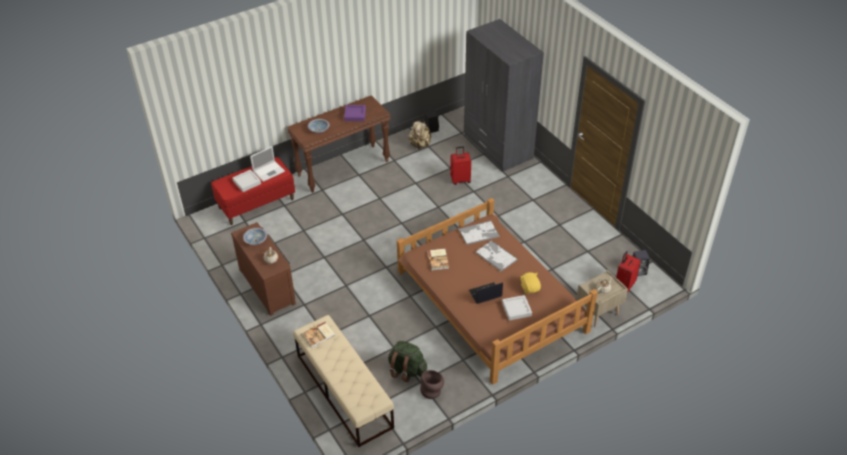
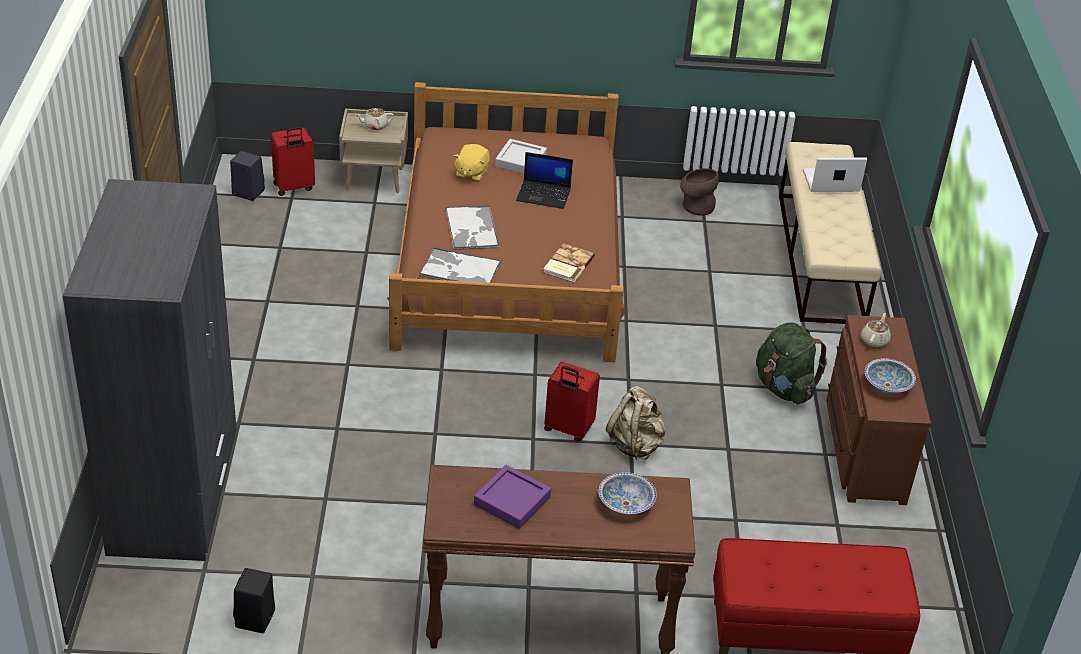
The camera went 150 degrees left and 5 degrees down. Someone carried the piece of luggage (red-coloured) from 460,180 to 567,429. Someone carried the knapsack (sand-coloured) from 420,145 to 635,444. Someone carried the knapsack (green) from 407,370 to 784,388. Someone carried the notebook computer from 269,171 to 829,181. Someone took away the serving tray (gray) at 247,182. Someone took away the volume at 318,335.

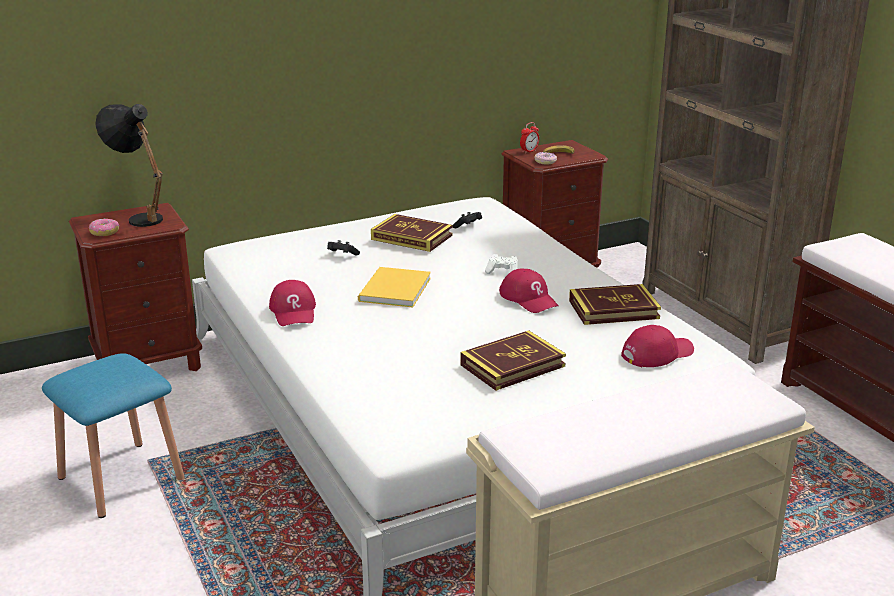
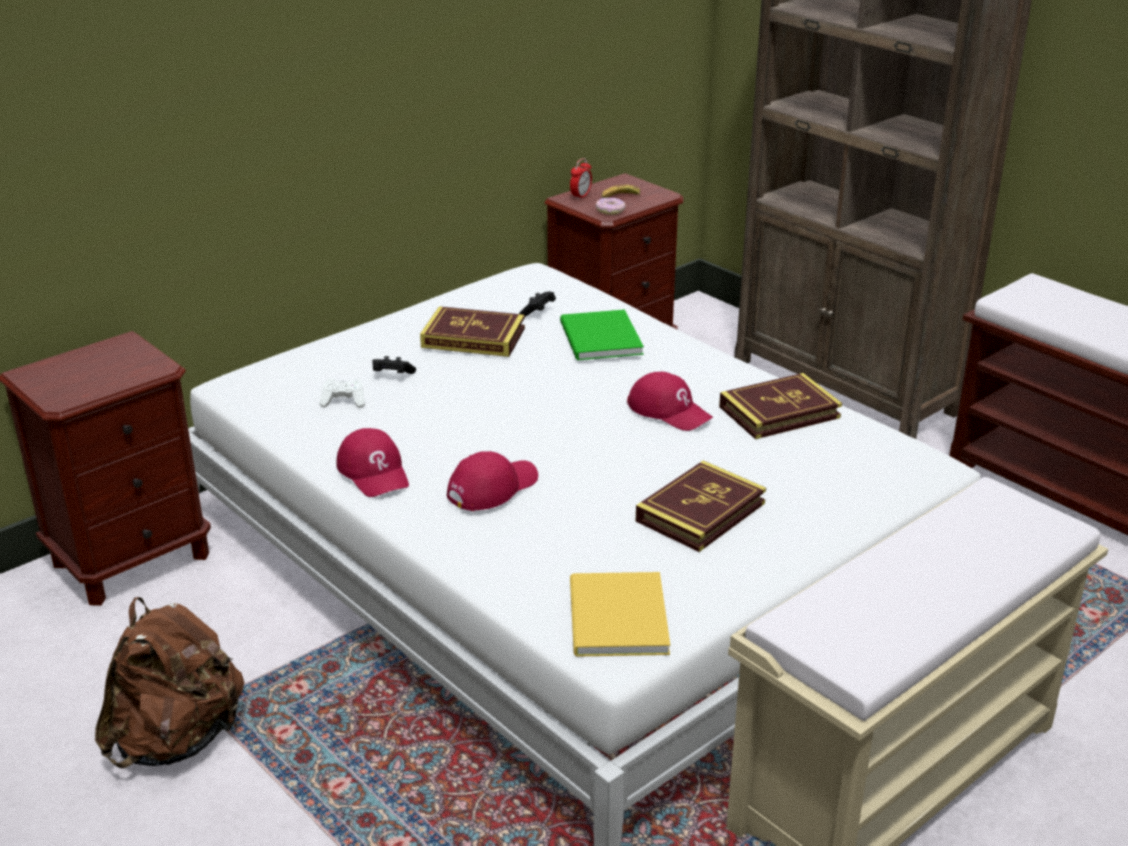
The camera went 15 degrees left and 5 degrees up. Someone swapped the stool (blue-coloured) at 121,478 for the knapsack (brownish) at 177,740. Someone carried the gamepad (white-coloured) from 503,272 to 344,402. Someone carried the cap (red-coloured) from 657,353 to 492,487. Someone put down the volume (green) at 599,339. Someone carried the volume (yellow-coloured) from 392,290 to 615,620. Someone took away the donut at 105,232. Someone took away the lamp for a table (blackish) at 140,217.

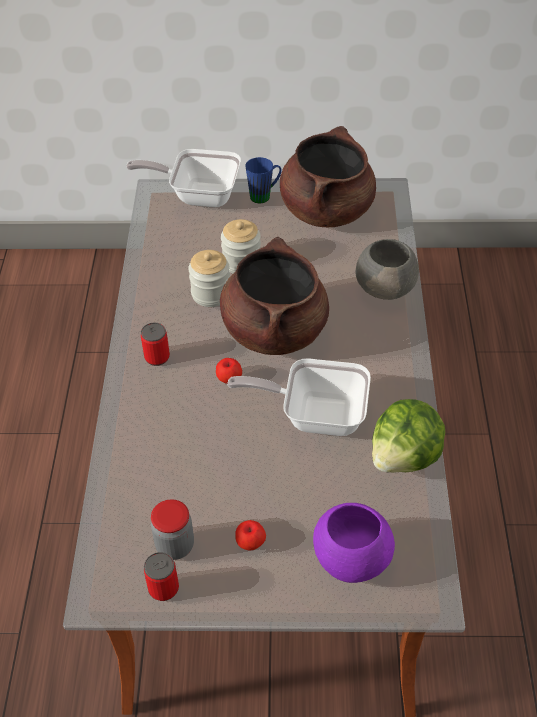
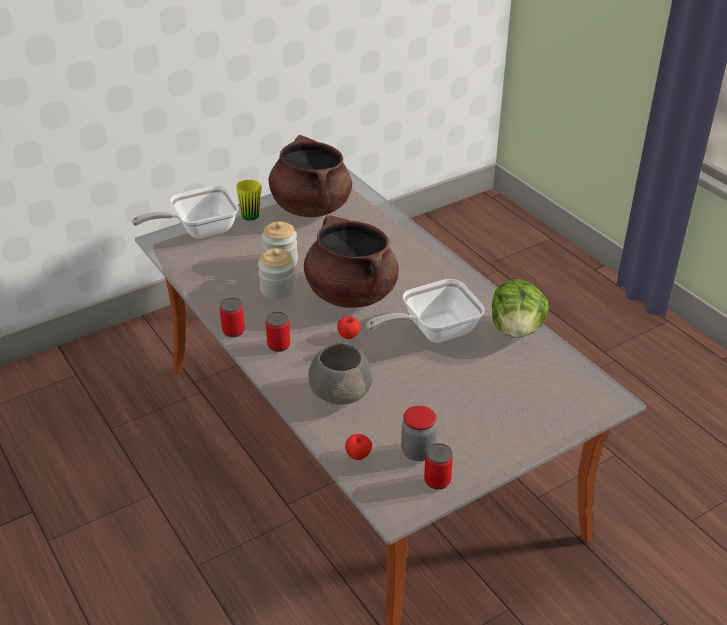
The camera went 35 degrees left and 10 degrees down. Someone put down the sealed can at 233,331. Someone repainted the coffee mug (blue-coloured) at 265,195, which became the coffee mug (yellow-coloured) at 253,213. Someone carried the bowl (gray) from 386,287 to 341,392. Someone carried the apple from 250,543 to 358,455. Someone took away the bowl (purple-coloured) at 350,557.

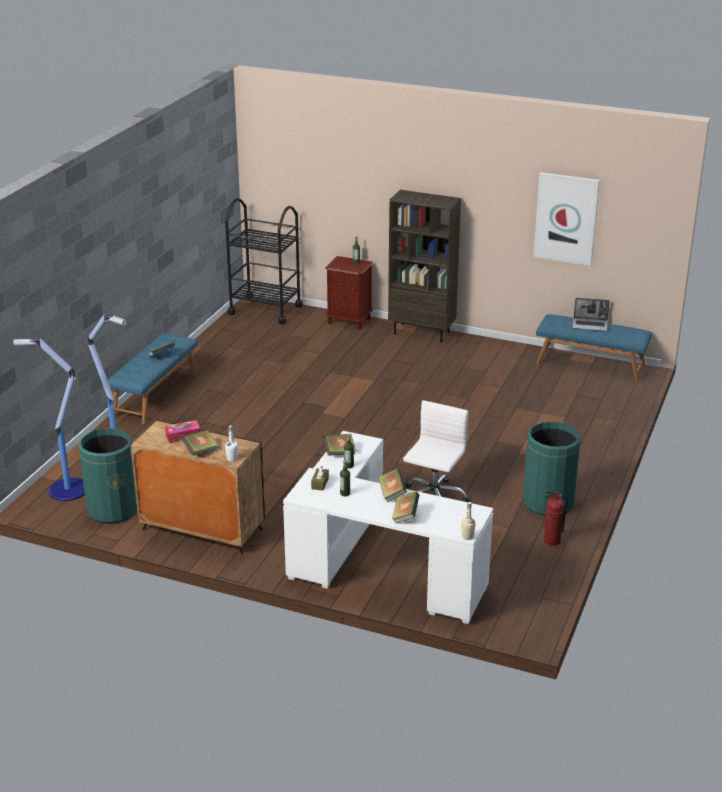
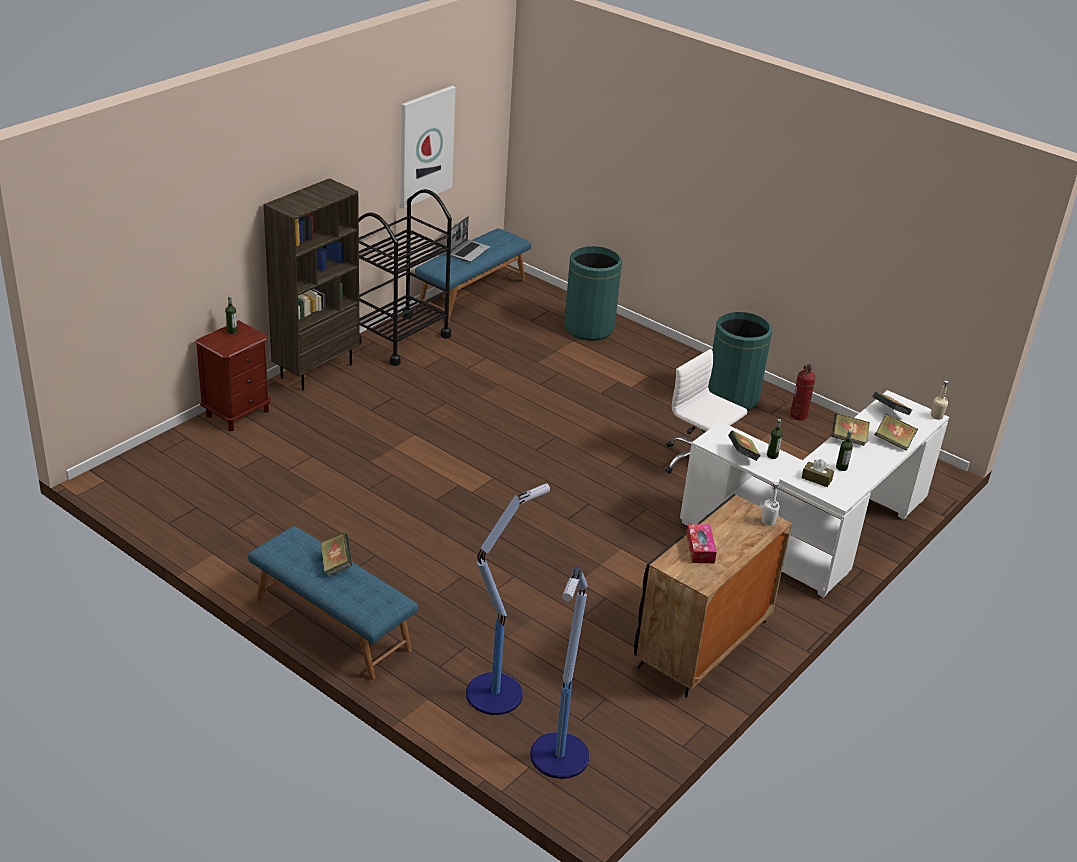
The camera went 75 degrees left and 5 degrees up. Someone carried the trolley (blackish) from 265,310 to 401,339. Someone carried the waste bin (green) from 113,509 to 588,328. Someone carried the volume from 200,451 to 889,413.

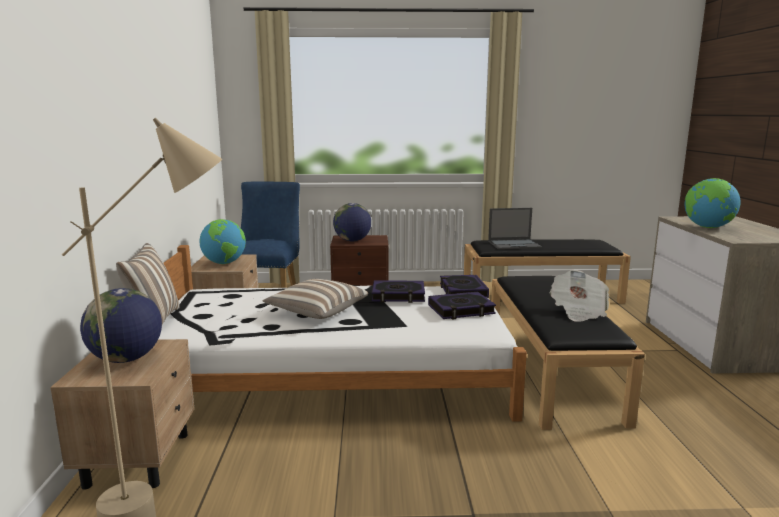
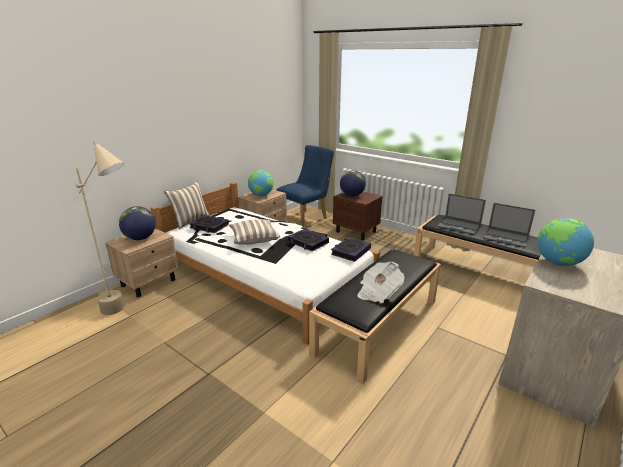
The camera went 40 degrees right and 10 degrees up. Someone carried the volume from 461,310 to 209,226. Someone put down the notebook computer at 506,237.

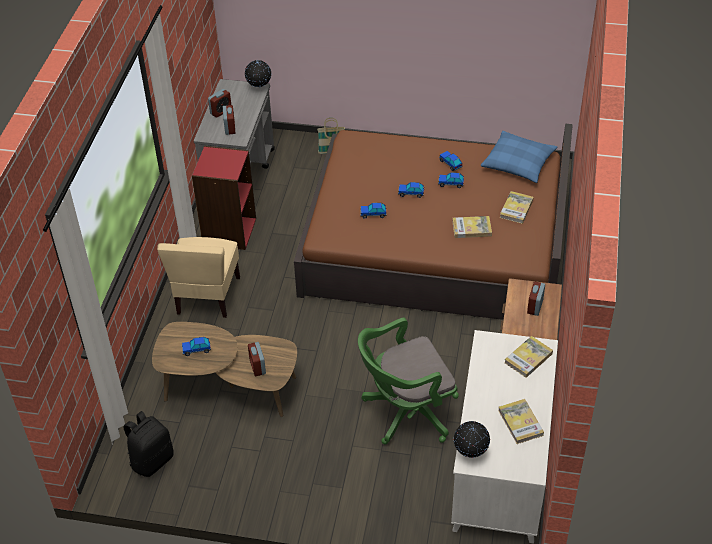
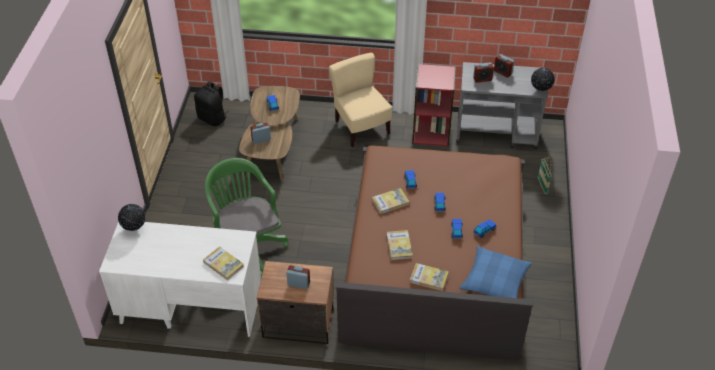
The camera went 85 degrees right and 0 degrees up. Someone rotated the upright chair (sand-coloured) at 207,296 by 60 degrees clockwise. Someone carried the volume from 520,423 to 390,202.

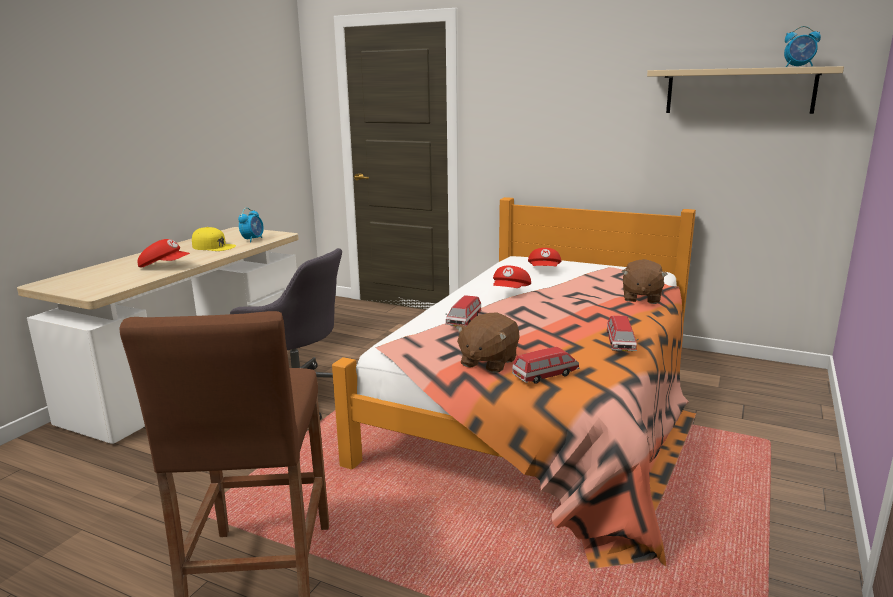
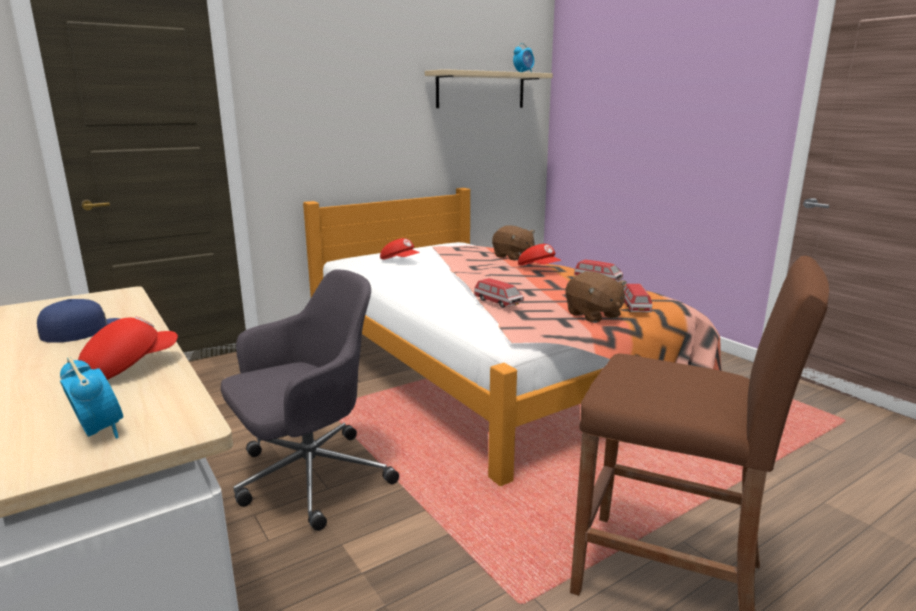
The camera went 60 degrees left and 0 degrees up. Someone repainted the cap (yellow-coloured) at 213,246, which became the cap (blue-coloured) at 85,330. Someone carried the bedside clock from 253,239 to 99,431. Someone carried the cap (red-coloured) from 511,291 to 539,268.

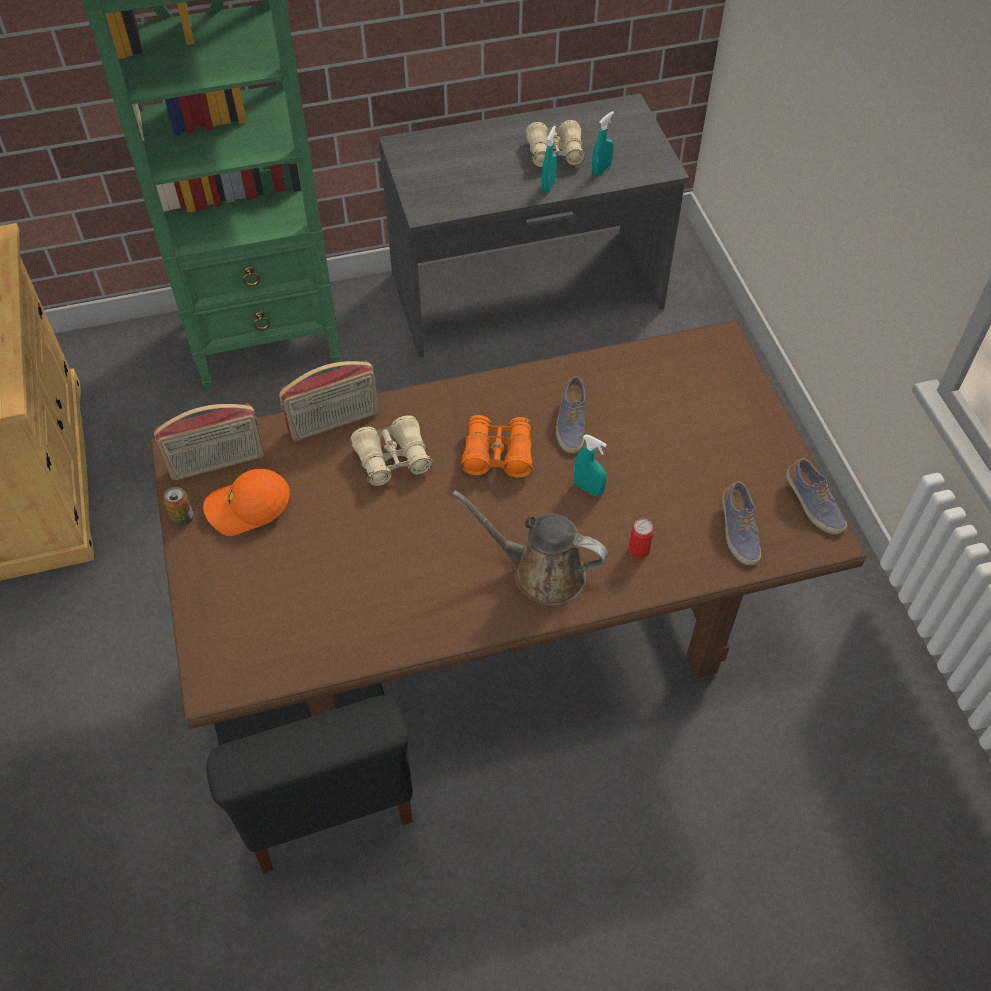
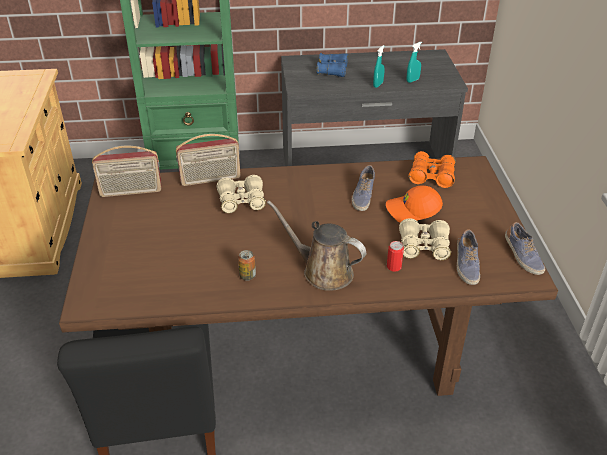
The camera went 10 degrees right and 15 degrees down. Someone carried the sealed can from 182,517 to 247,276. Someone put down the binoculars (blue-coloured) at 332,70. Someone carried the cap (orangey) from 248,508 to 413,211. Someone carried the binoculars (sand-coloured) from 555,153 to 423,247. Someone carried the binoculars (orangey) from 498,455 to 432,176. Someone took away the hand sprayer (blue-green) at 588,488.

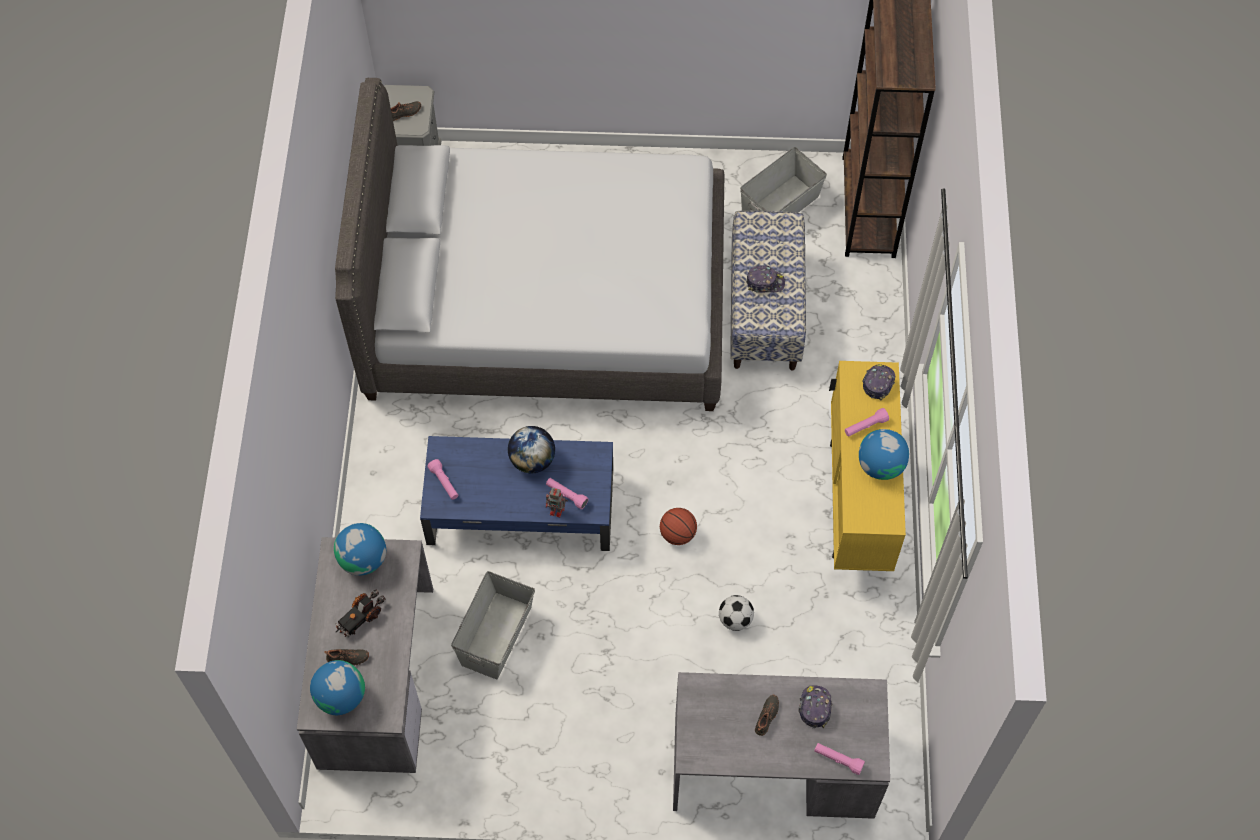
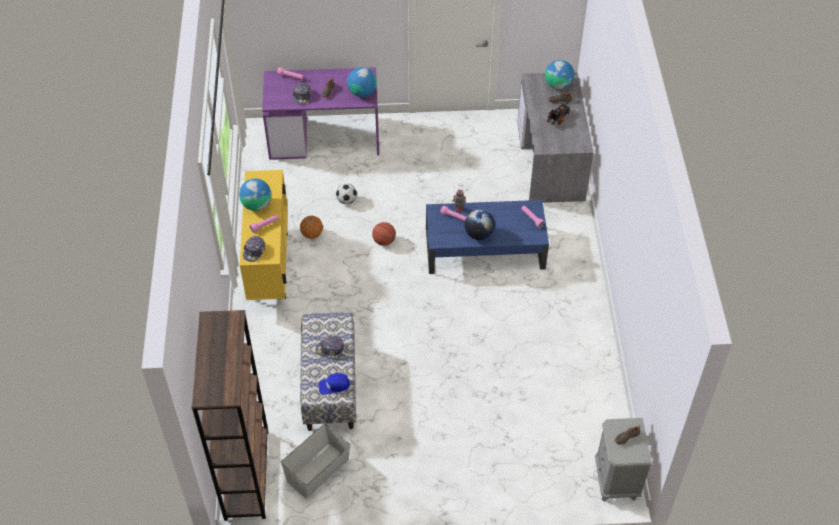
The camera went 175 degrees right and 10 degrees down. Someone repainted the desk unit (gray) at 771,767, which became the desk unit (purple-coloured) at 325,137. Someone put down the basketball at 312,234. Someone put down the cap (blue-coloured) at 334,385. Someone carried the desk globe from 363,559 to 362,92. Someone took away the bedroom bed (gray) at 546,304. Someone took away the storage container (gray) at 497,635.

